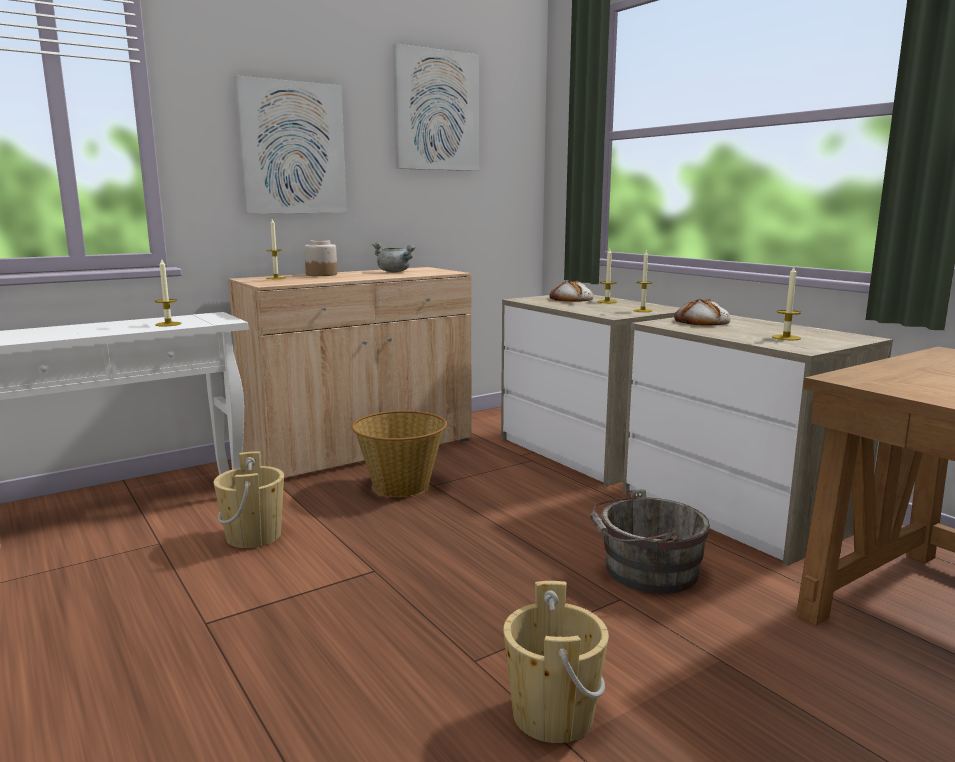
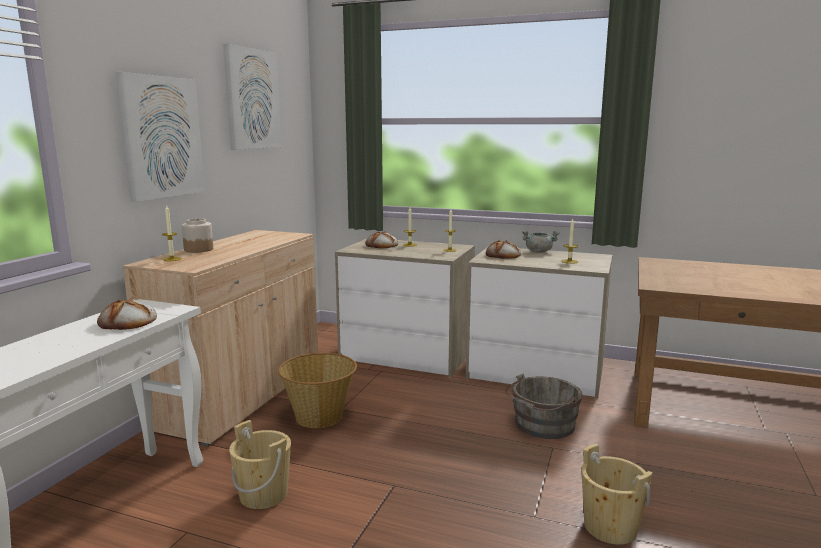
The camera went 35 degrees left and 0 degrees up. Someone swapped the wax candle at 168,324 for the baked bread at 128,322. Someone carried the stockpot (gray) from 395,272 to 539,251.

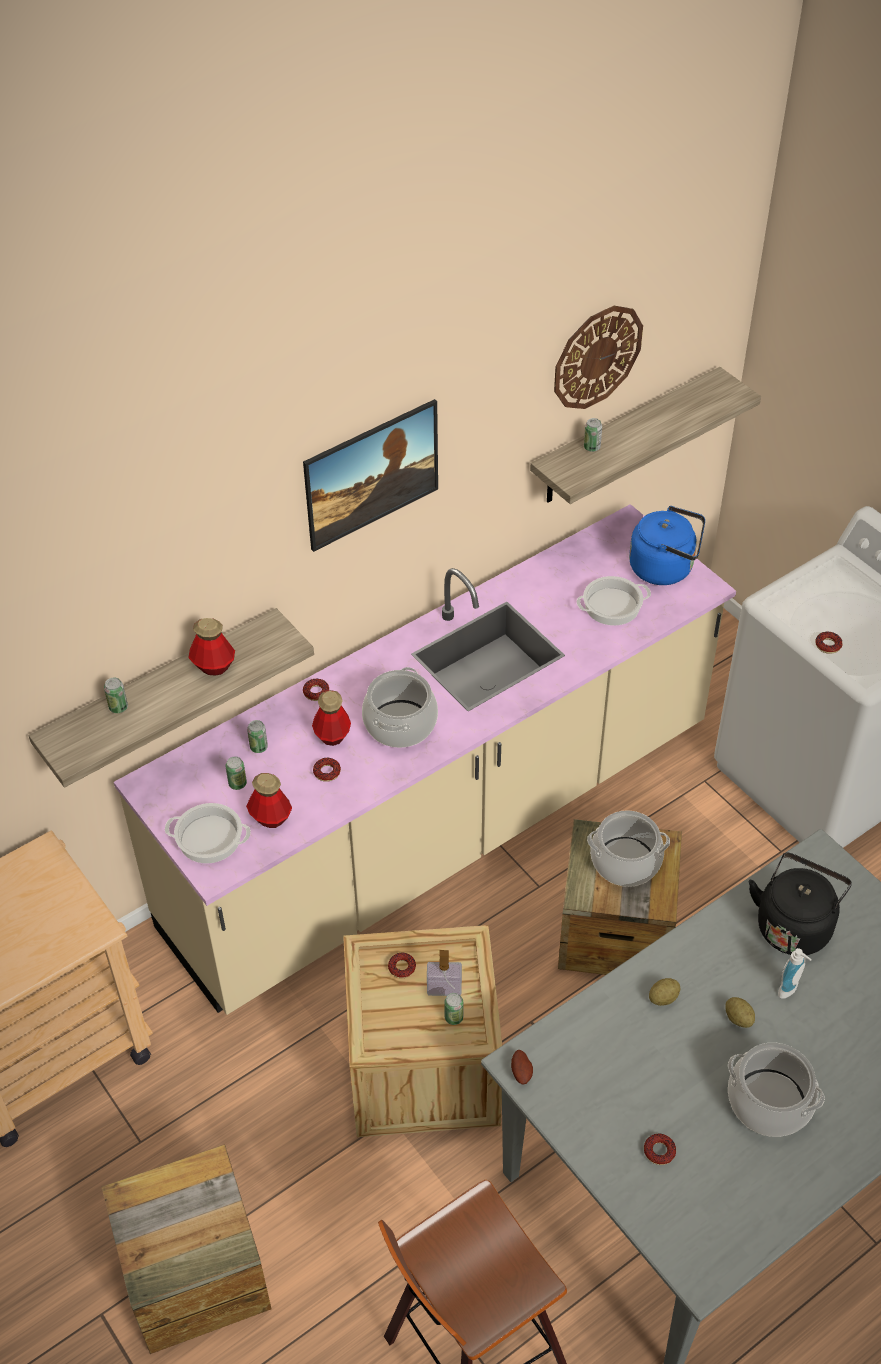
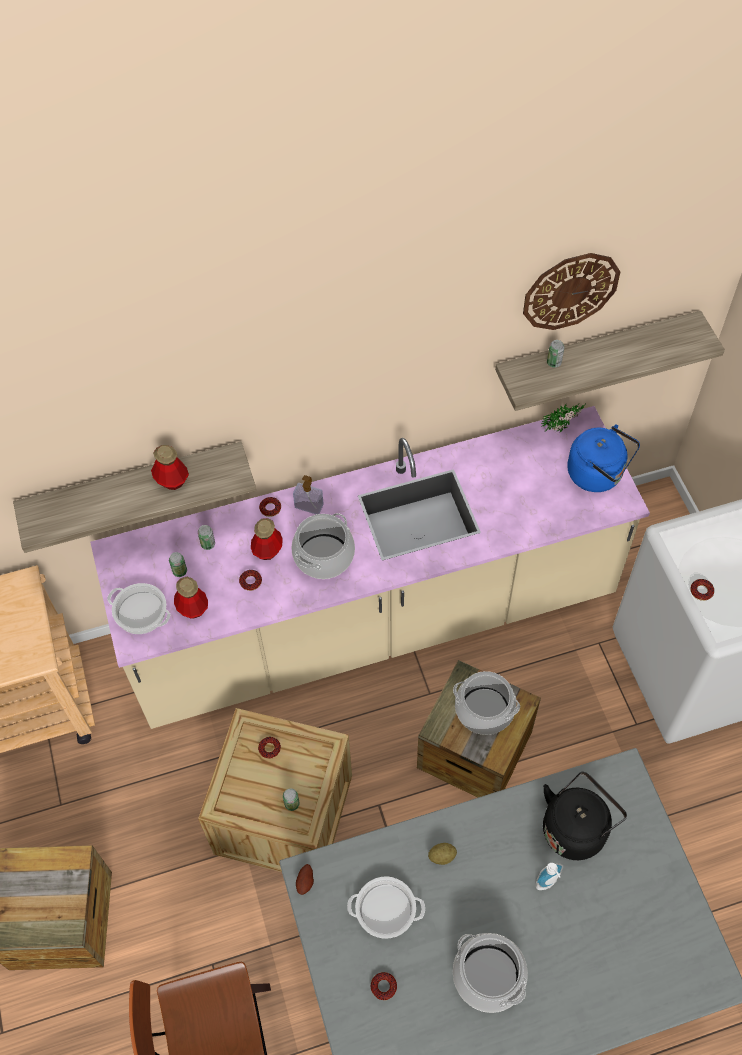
The camera went 20 degrees right and 10 degrees up. Someone carried the liquid soap bottle from 444,988 to 309,506. Someone carried the stockpot from 612,606 to 385,911. Someone put down the houseplant at 563,428. Someone took away the sealed can at 118,707. Someone took away the wall picture at 373,496. Someone took away the potato at 738,1018.

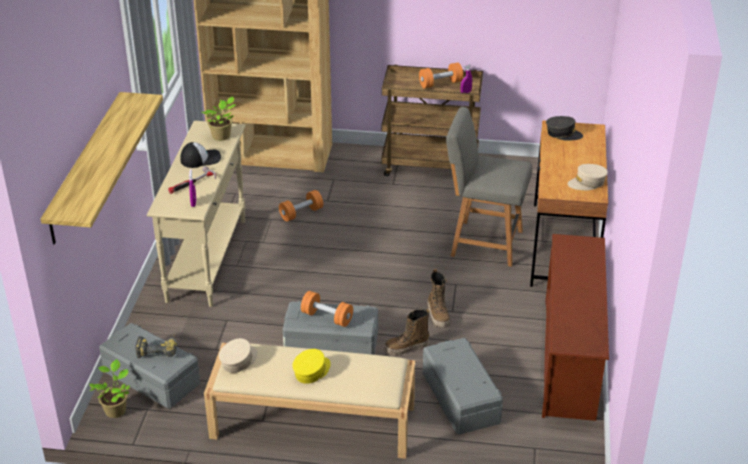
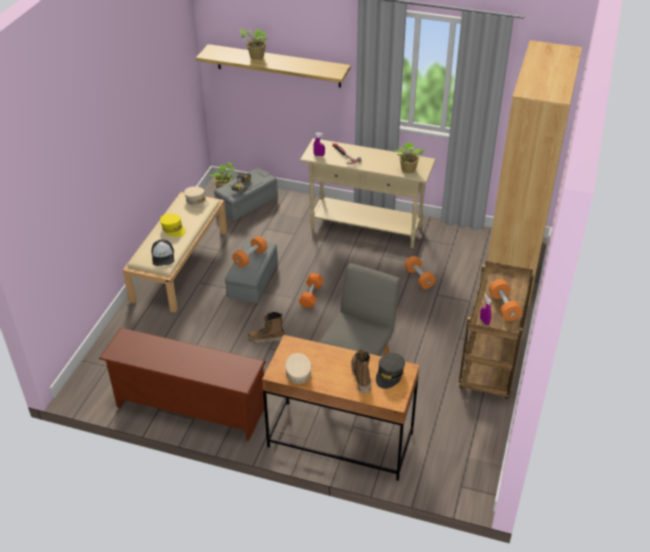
The camera went 100 degrees right and 5 degrees up. Someone carried the cap from 201,159 to 163,256. Someone put down the houseplant at 255,56. Someone put down the dumbbell (orangey) at 311,295. Someone carried the tall boot from 406,348 to 360,377. Someone took away the storage container (gray) at 459,398.

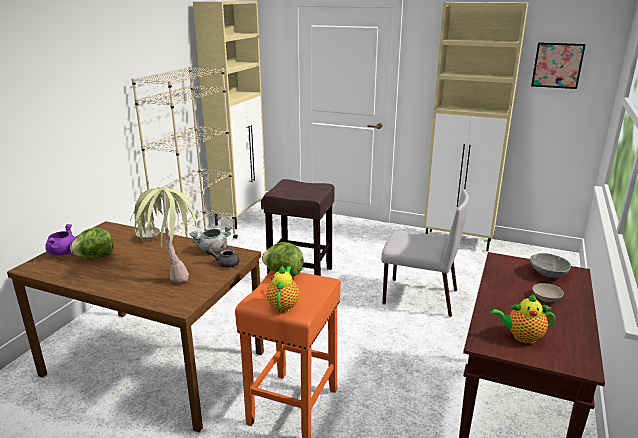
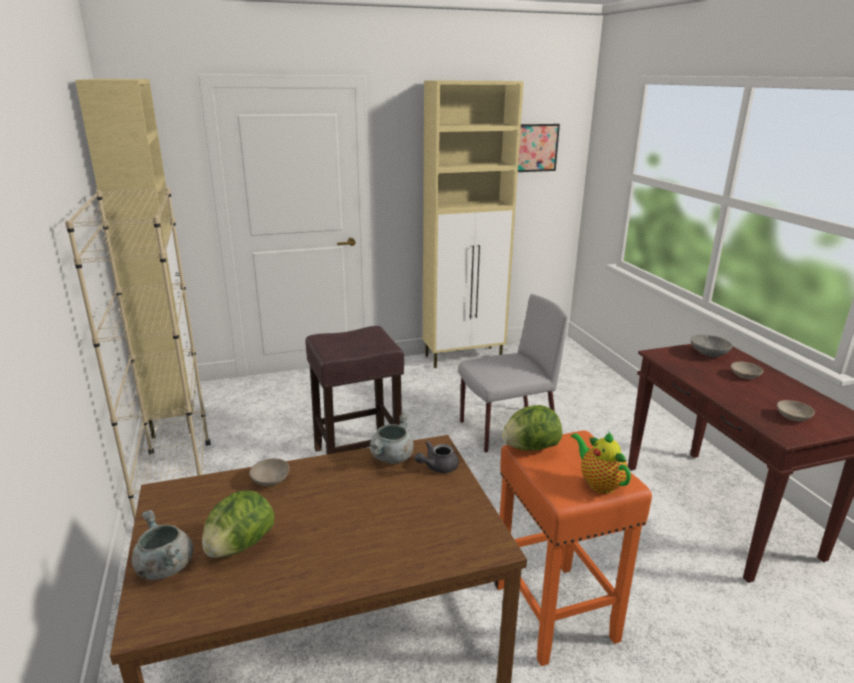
The camera went 40 degrees left and 0 degrees up. Someone repainted the stockpot (purple-coloured) at 63,252, which became the stockpot (gray) at 164,567. Someone swapped the tea pot at 521,337 for the bowl (sand-coloured) at 792,417. Someone took away the houseplant at 171,272.

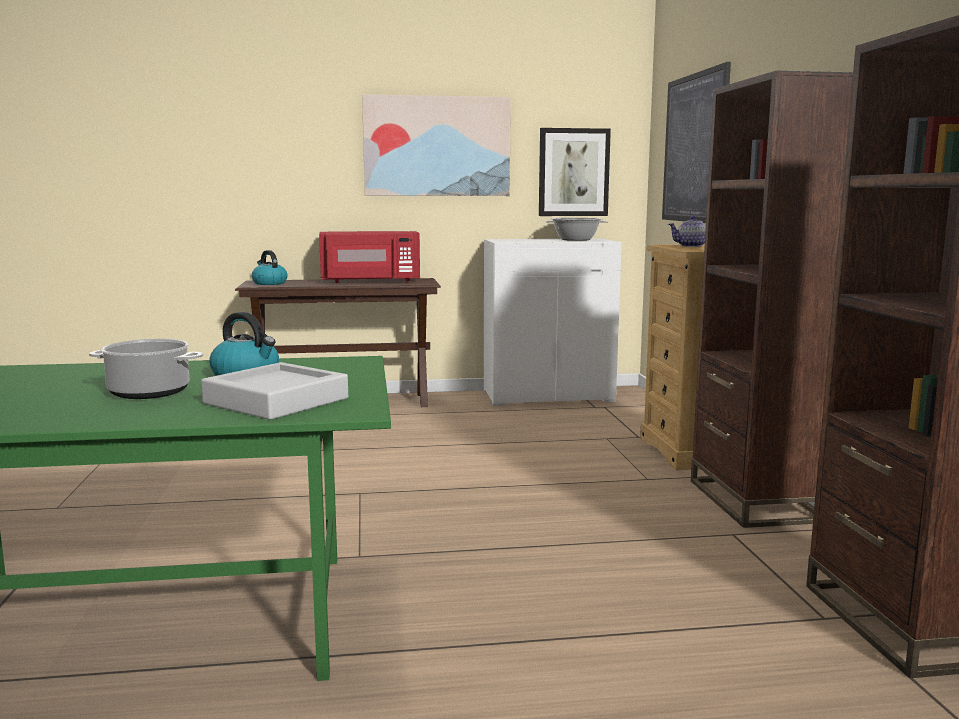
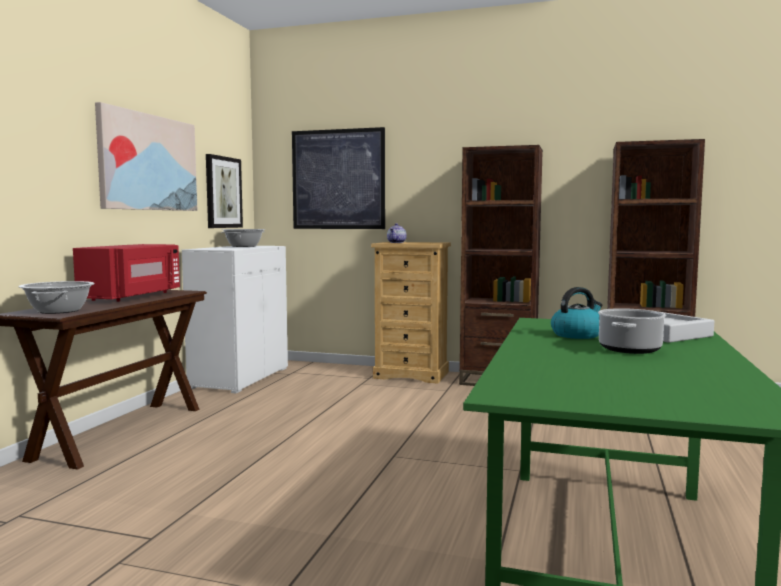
The camera went 65 degrees left and 5 degrees down. Someone swapped the water kettle at 269,283 for the stockpot at 59,311.

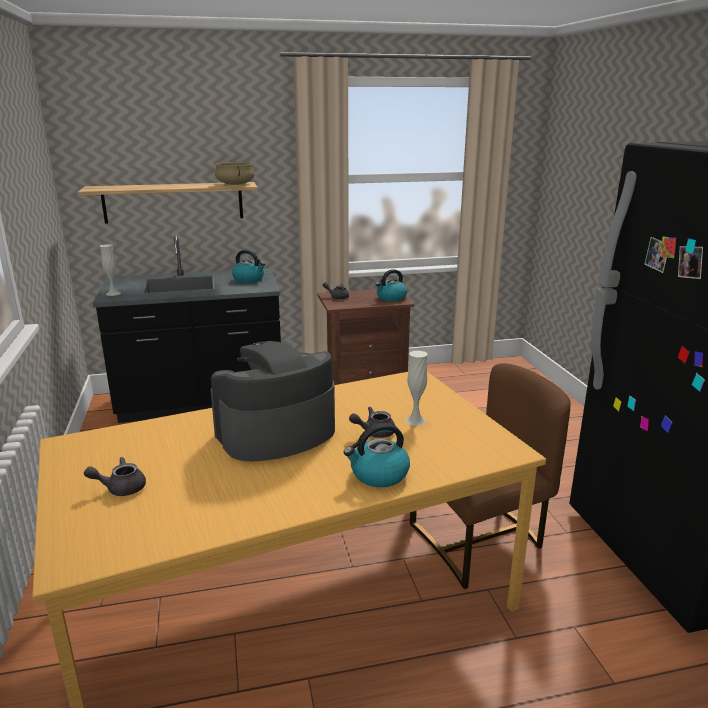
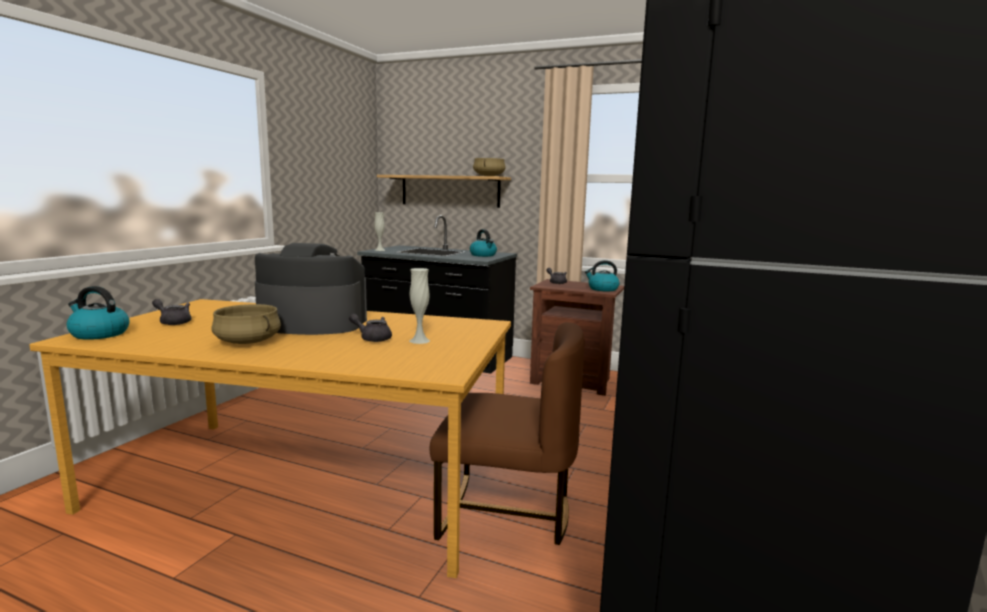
The camera went 35 degrees right and 10 degrees down. Someone carried the water kettle from 378,475 to 99,334. Someone put down the stockpot (sand-coloured) at 248,341.

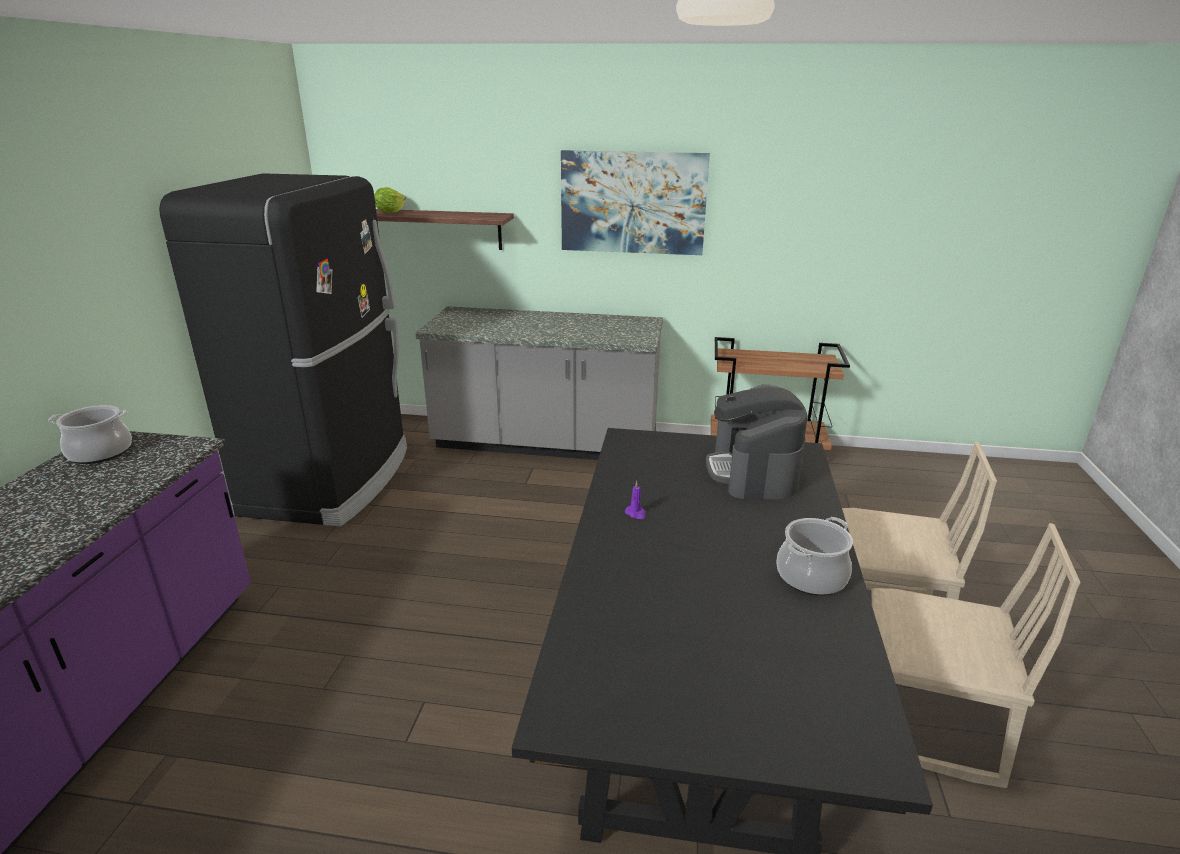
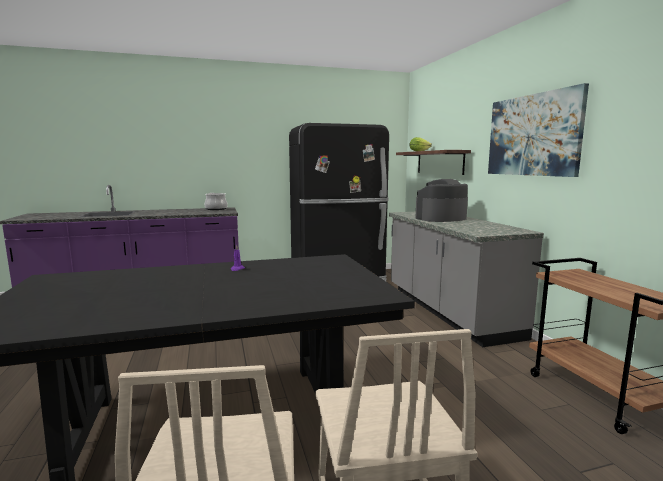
The camera went 65 degrees right and 15 degrees down. Someone carried the coffee brewer from 753,472 to 441,218. Someone took away the stockpot at 811,576.

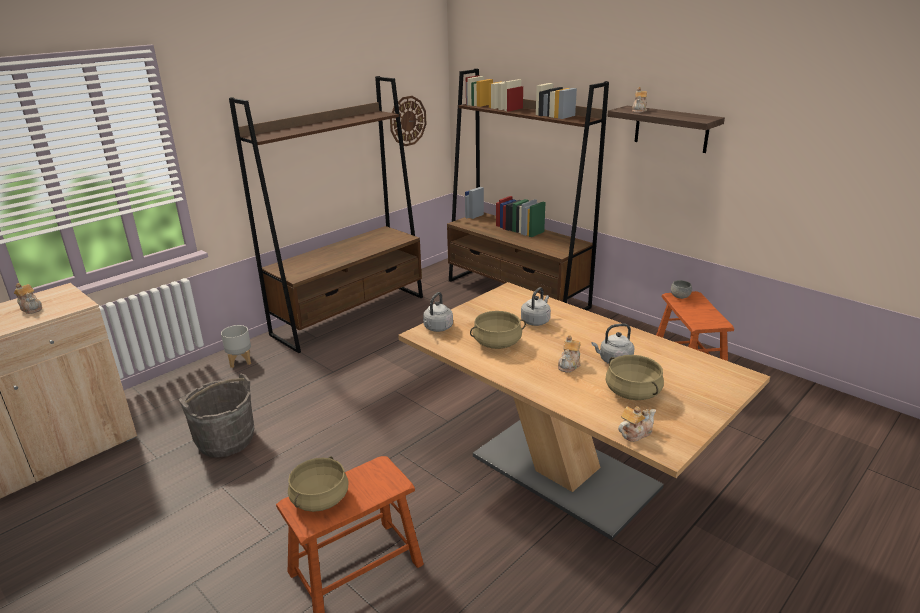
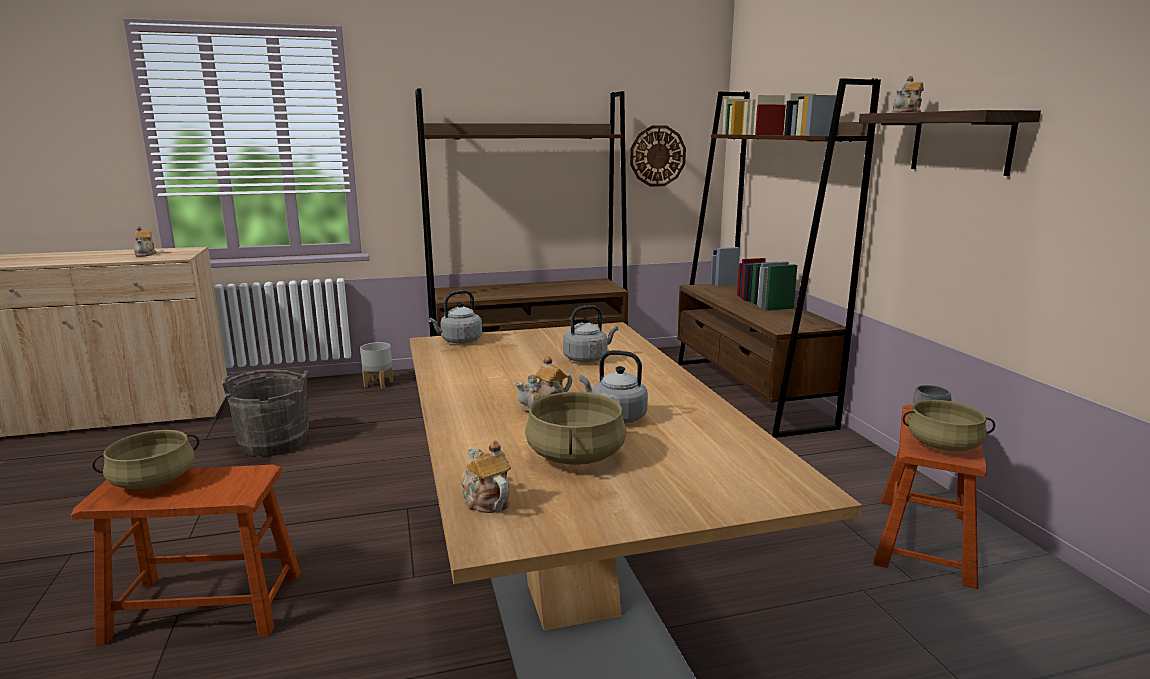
The camera went 30 degrees right and 10 degrees down. Someone rotated the tea pot at 635,433 by 120 degrees counterclockwise. Someone carried the stockpot (sand-coloured) from 497,343 to 943,445.

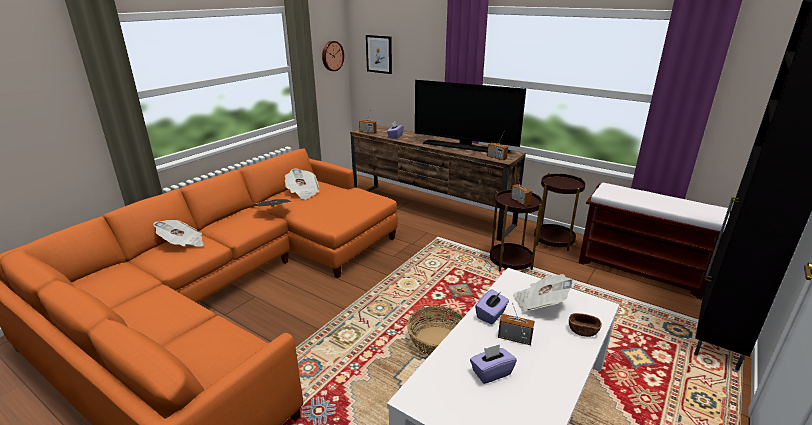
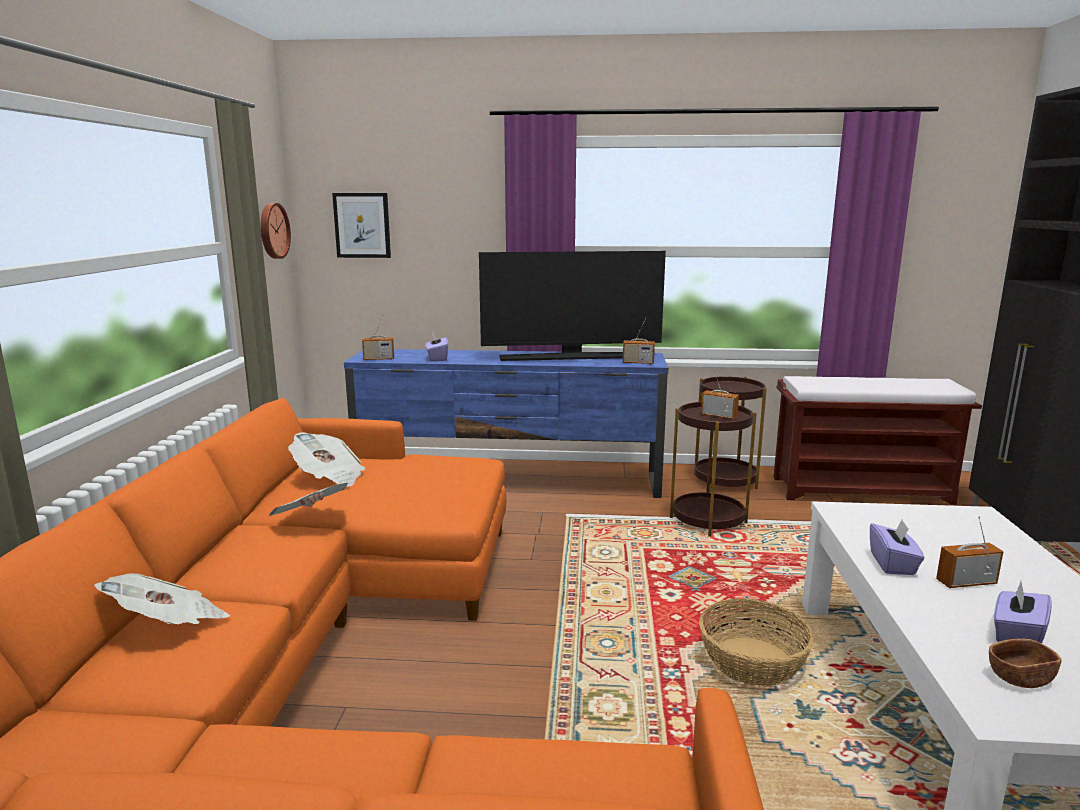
The camera went 30 degrees left and 10 degrees down. Someone repainted the tv unit (brownish) at 430,211, which became the tv unit (blue-coloured) at 510,481. Someone carried the bowl (brownish) from 583,331 to 1020,678. Someone took away the printed paper at 540,304.

